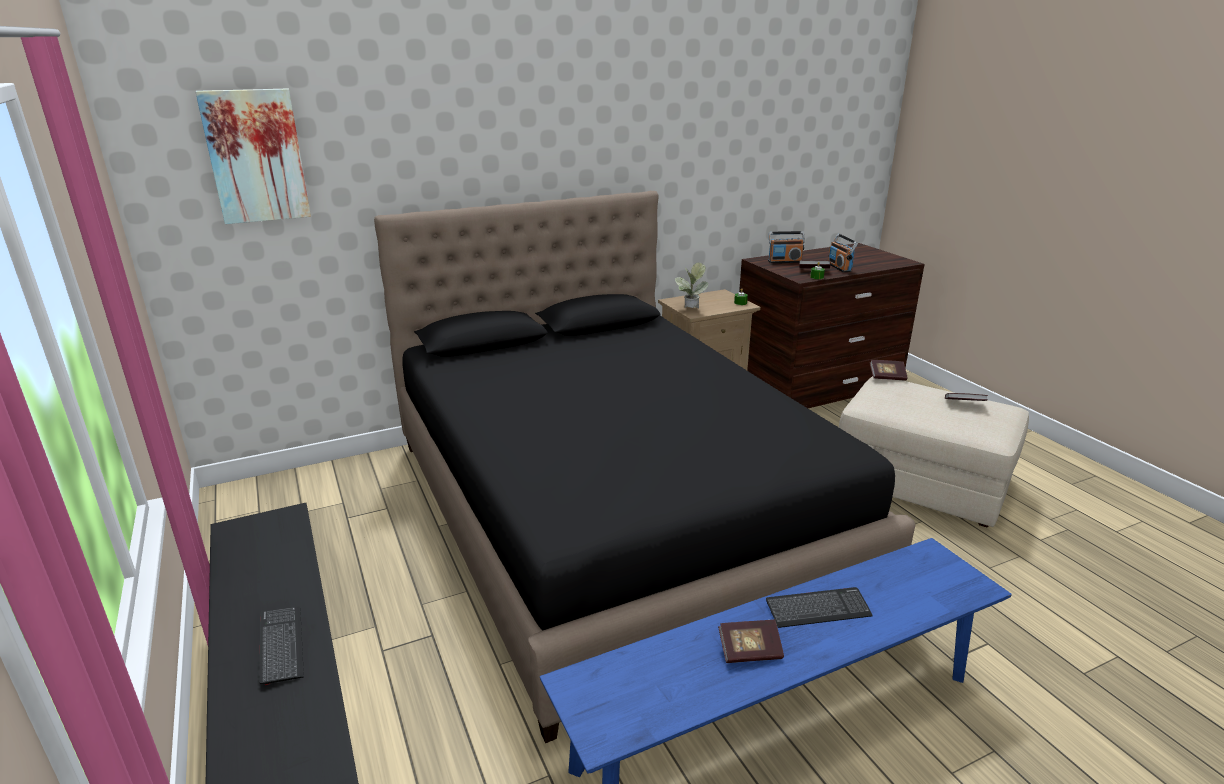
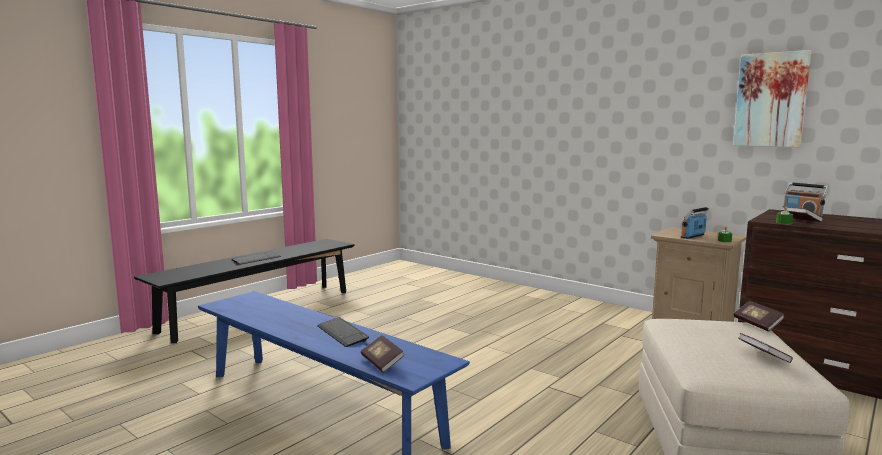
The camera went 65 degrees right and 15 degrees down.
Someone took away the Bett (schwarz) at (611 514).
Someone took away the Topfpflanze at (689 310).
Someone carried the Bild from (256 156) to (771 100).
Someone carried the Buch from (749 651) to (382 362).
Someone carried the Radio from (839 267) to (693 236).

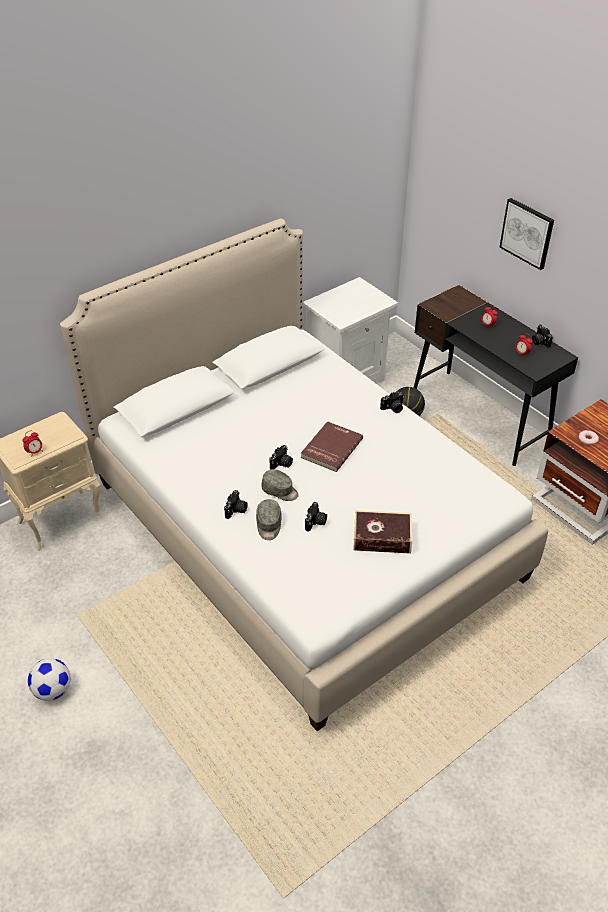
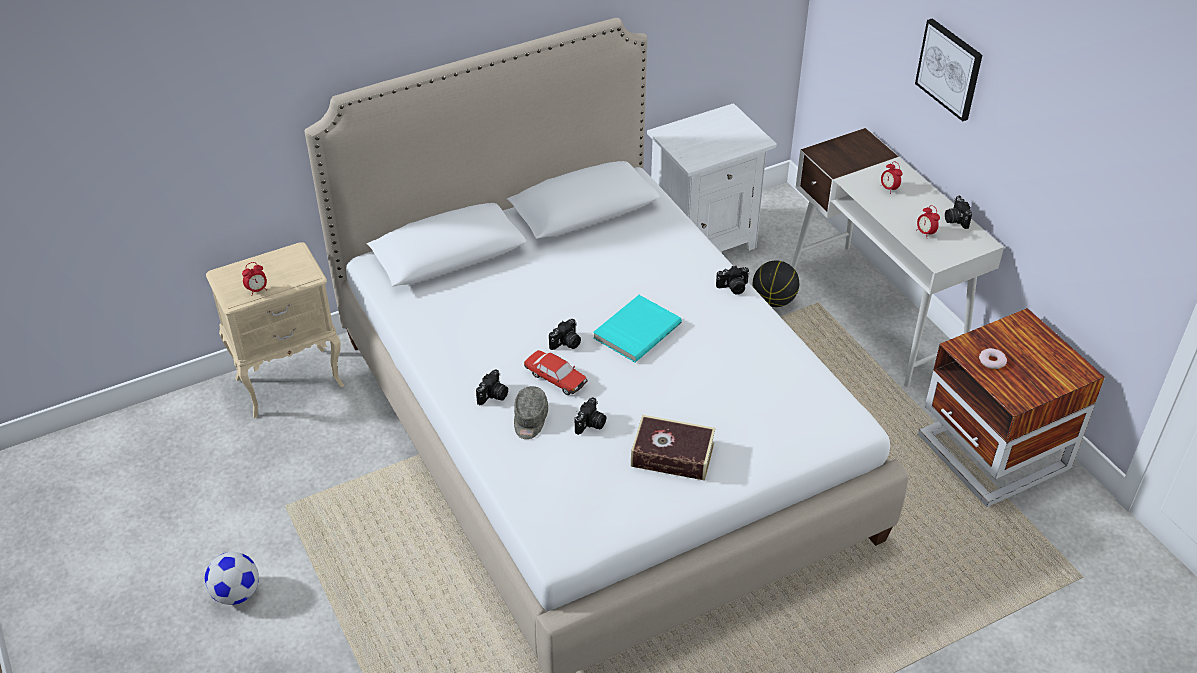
The camera went 10 degrees right and 0 degrees up.
Someone swapped the Kappe (grau) at (280 491) for the Spielzeugauto at (555 378).
Someone repainted the Buch (rot) at (330 448), which became the Buch (türkis) at (636 330).
Someone repainted the Schreibtisch (schwarz) at (480 416), which became the Schreibtisch (weiß) at (876 313).

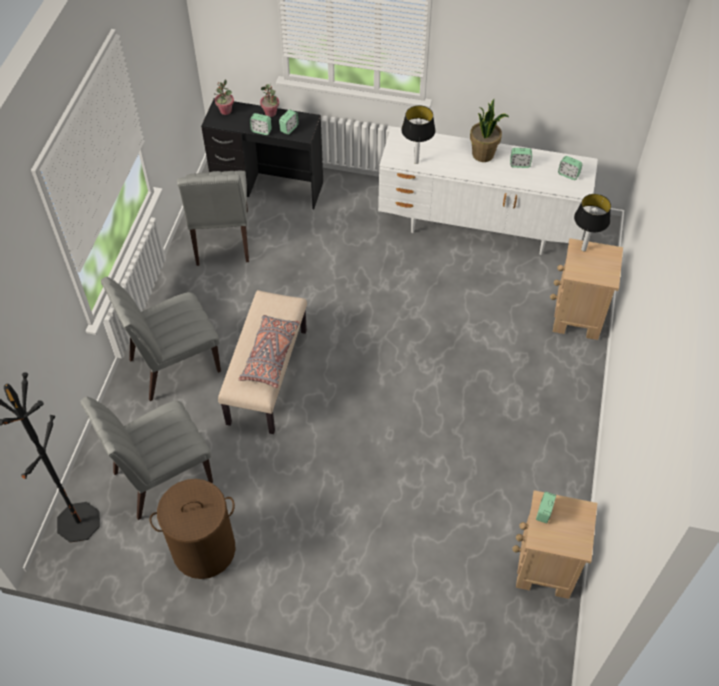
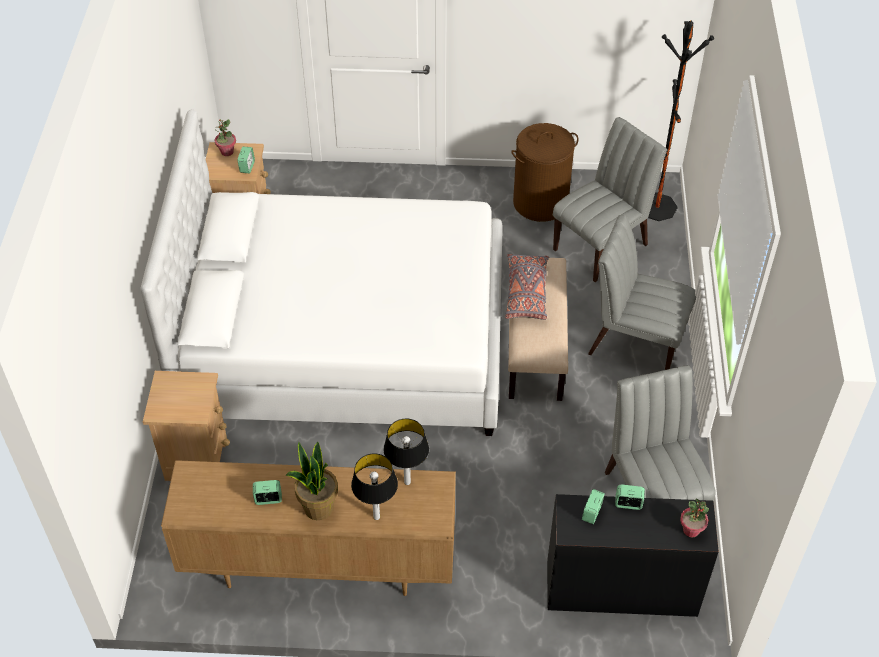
The camera went 170 degrees right and 5 degrees down.
Someone took away the Wecker at (568 174).
Someone put down the Bett (weiß) at (344 339).
Someone carried the Topfpflanze from (270 113) to (227 152).
Someone carried the Tischlampe from (583 249) to (377 516).
Someone repainted the Kommode (weiß) at (479 229), which became the Kommode (braun) at (320 565).
Someone rotated the Stuhl (grau) at (175 364) by 120 degrees counterclockwise.

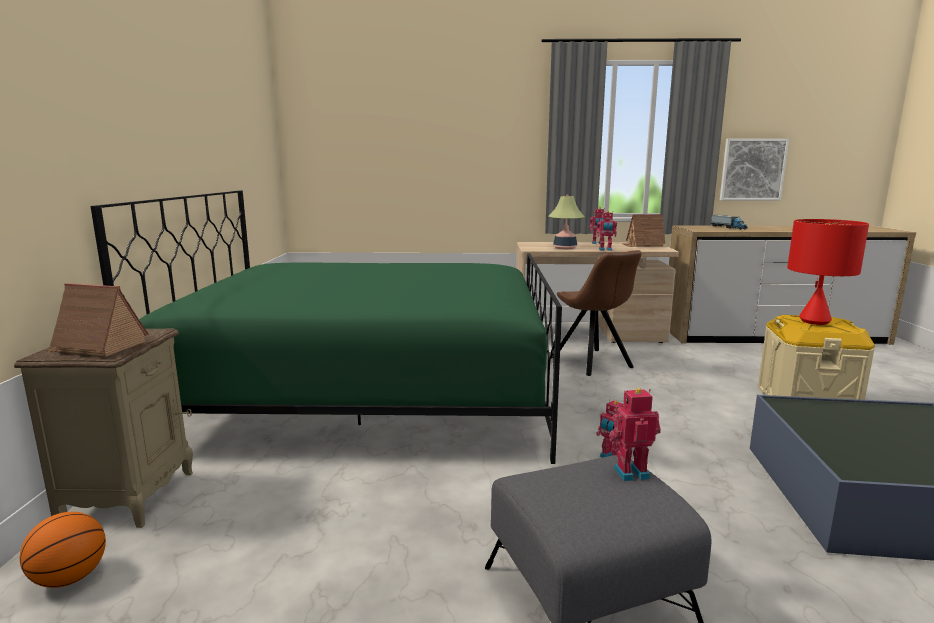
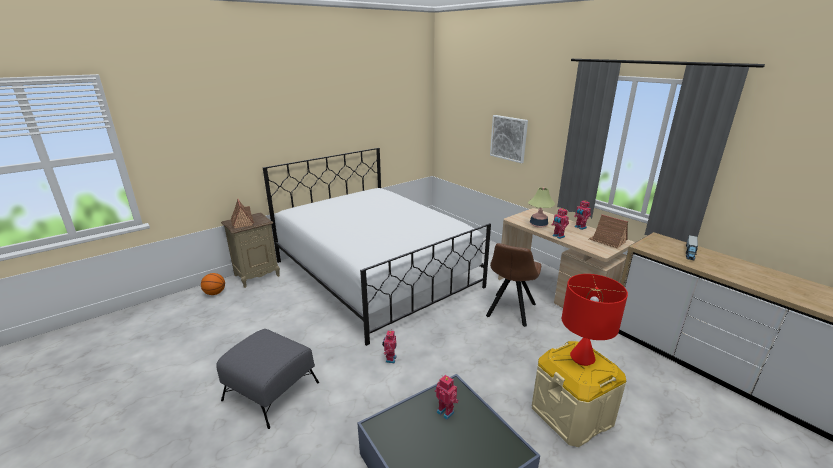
The camera went 50 degrees right and 10 degrees up.
Someone carried the Spielzeugroboter from (630 472) to (446 411).
Someone carried the Bild from (752 169) to (509 138).
Someone repainted the Bett (grün) at (370 396), which became the Bett (weiß) at (375 273).

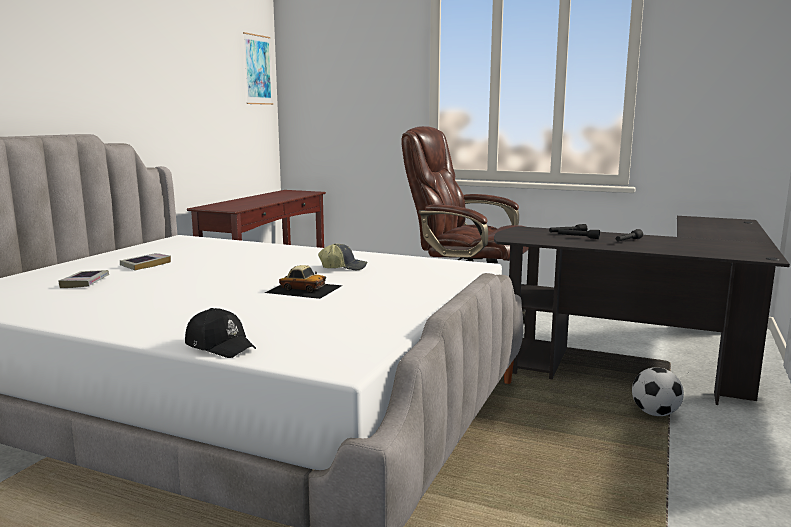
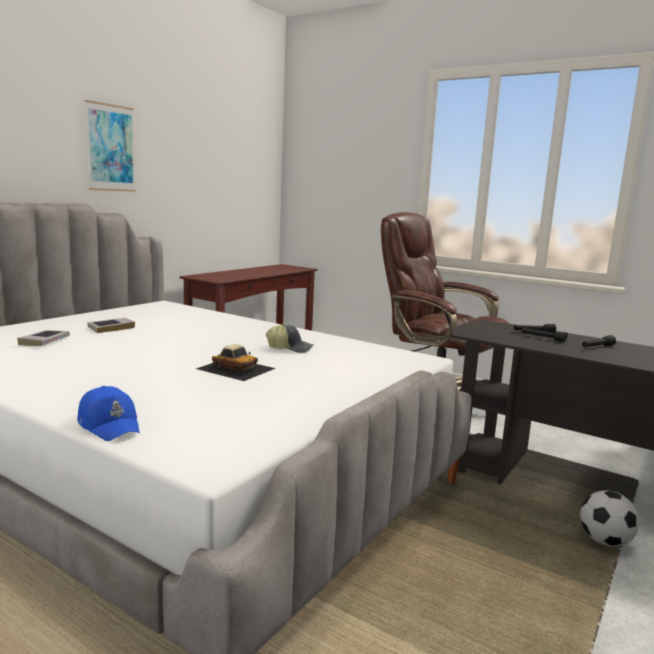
The camera went 10 degrees right and 0 degrees up.
Someone carried the Bild from (258 70) to (111 148).
Someone repainted the Kappe (schwarz) at (220 345), which became the Kappe (blau) at (109 425).

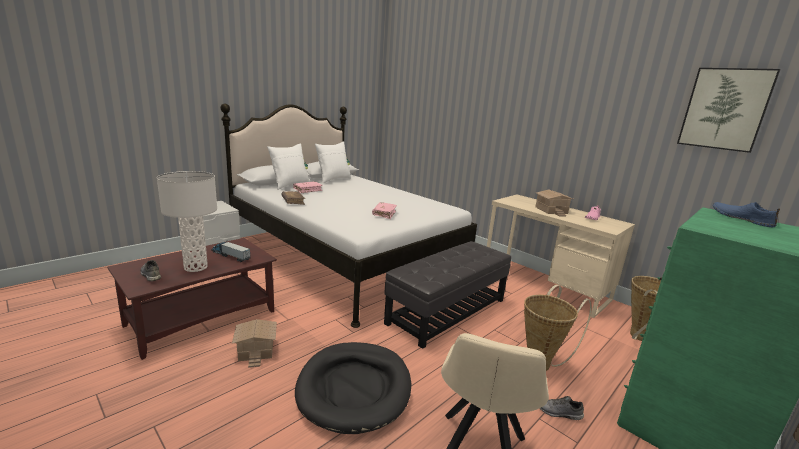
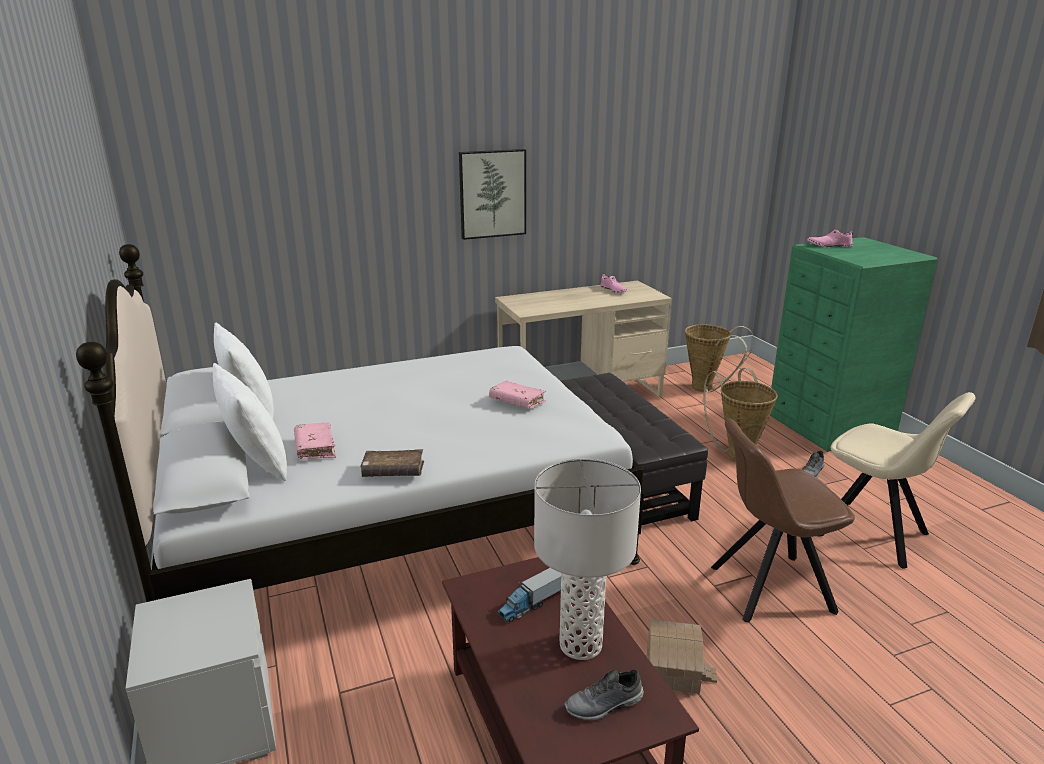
The camera went 65 degrees left and 5 degrees up.
Someone took away the Spielzeughaus at (551 210).
Someone carried the Bild from (725 109) to (492 194).
Someone swapped the Hundebett (schwarz) at (354 388) for the Stuhl (braun) at (770 588).
Someone repainted the Schuh (blau) at (741 218), which became the Schuh (rosa) at (829 245).

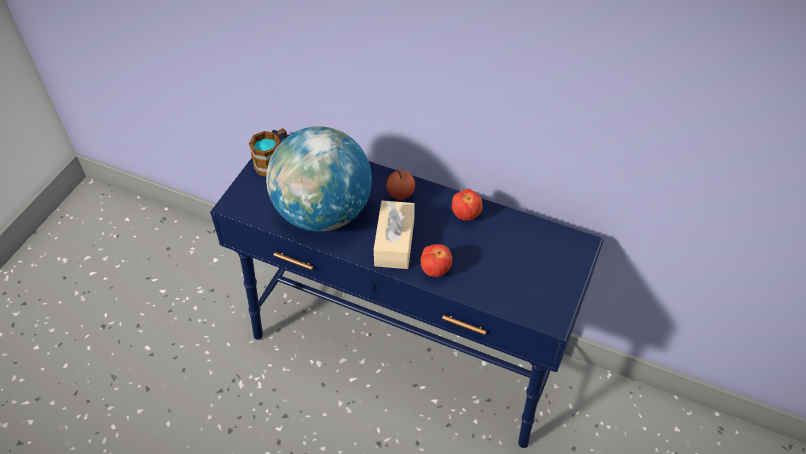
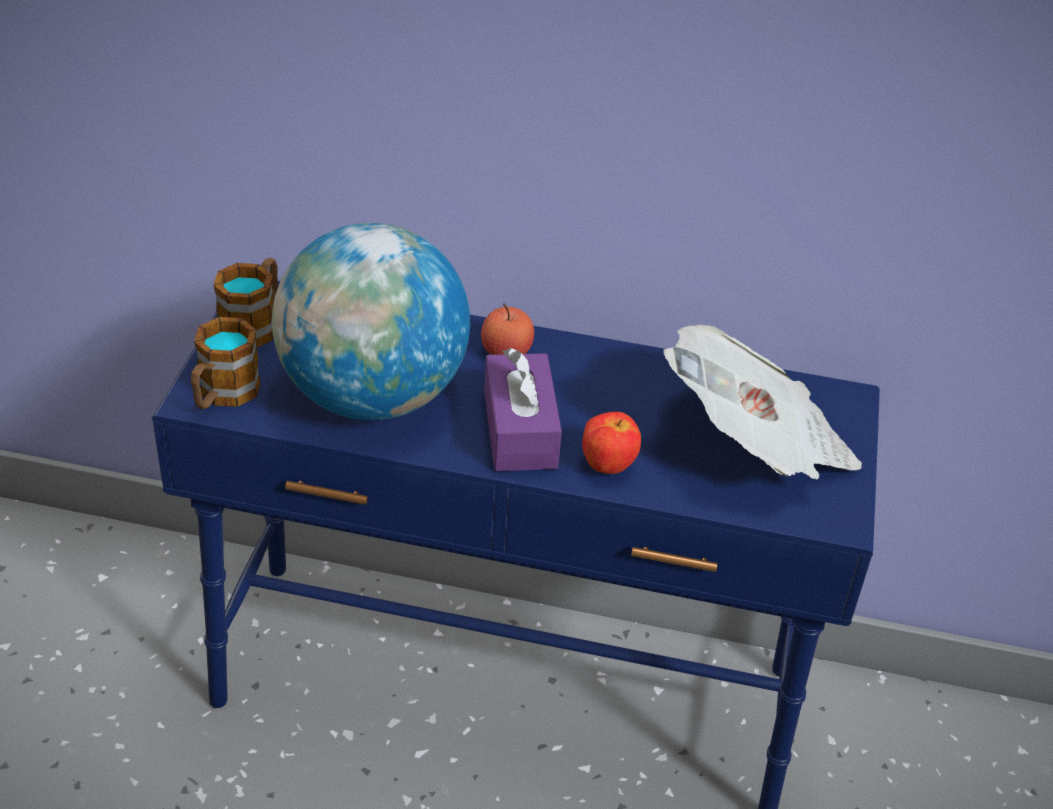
The camera went 15 degrees left and 10 degrees down.
Someone took away the Apfel at (466 215).
Someone put down the Henkelbecher at (223 395).
Someone put down the Zeitung at (756 446).
Someone repainted the Taschentuchbox (beige) at (394 242), which became the Taschentuchbox (lila) at (520 430).

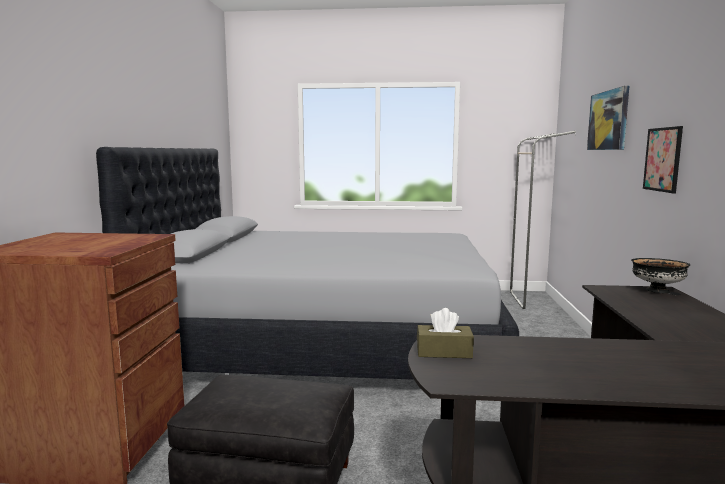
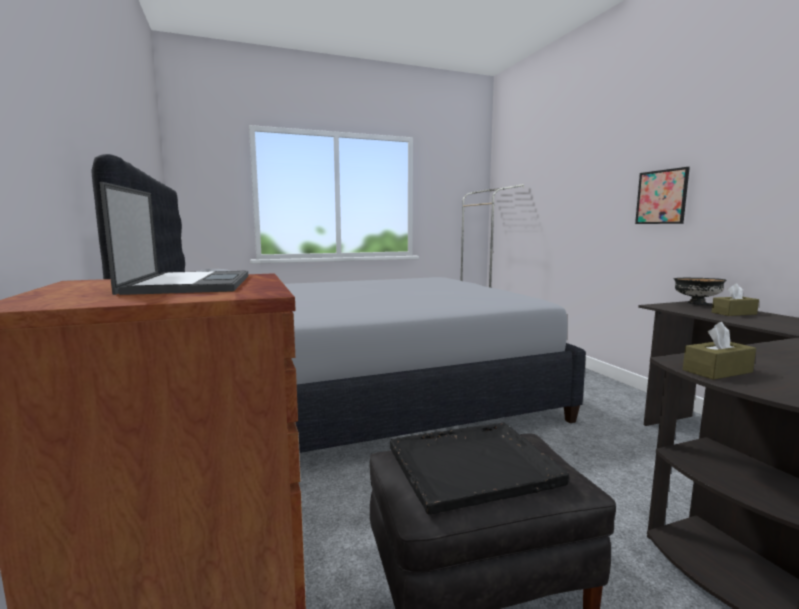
The camera went 25 degrees left and 0 degrees up.
Someone took away the Bild at (608 120).
Someone put down the Laptop at (190 284).
Someone put down the Tablett (schwarz) at (474 465).
Someone put down the Taschentuchbox (braun) at (734 313).

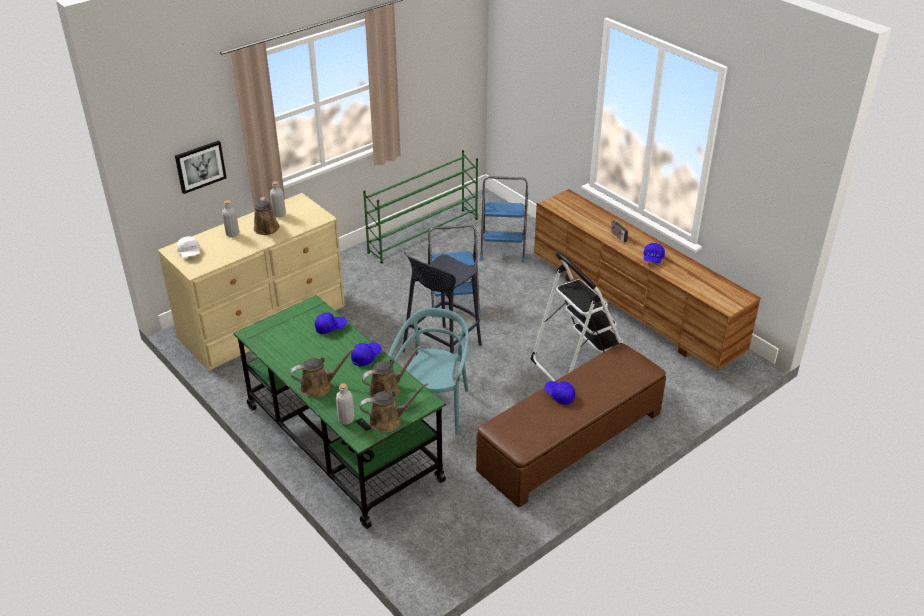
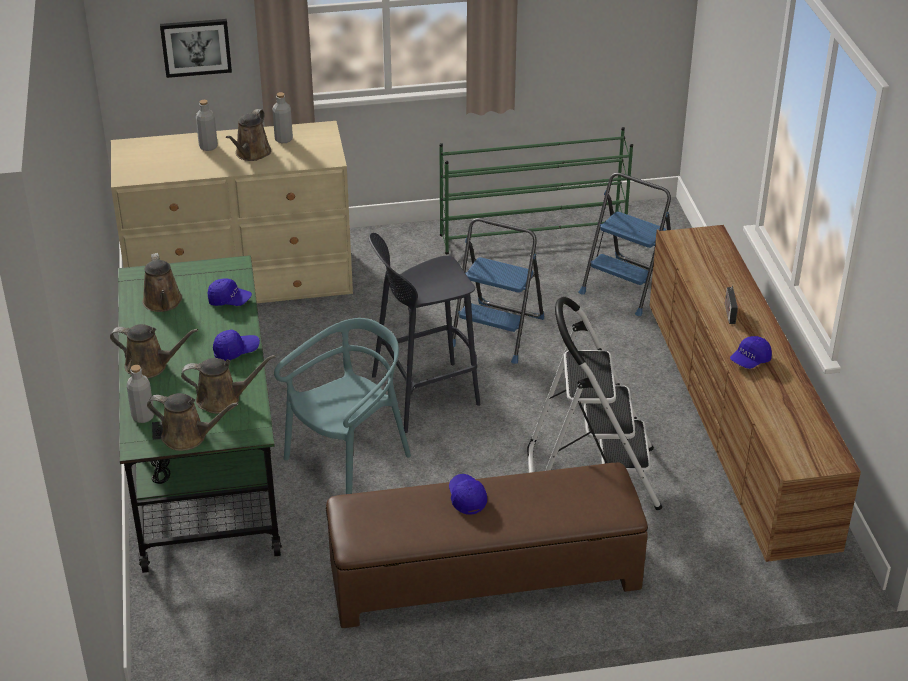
The camera went 30 degrees right and 0 degrees up.
Someone took away the Kappe (weiß) at (189 252).
Someone put down the Gießkanne (braun) at (163 303).

